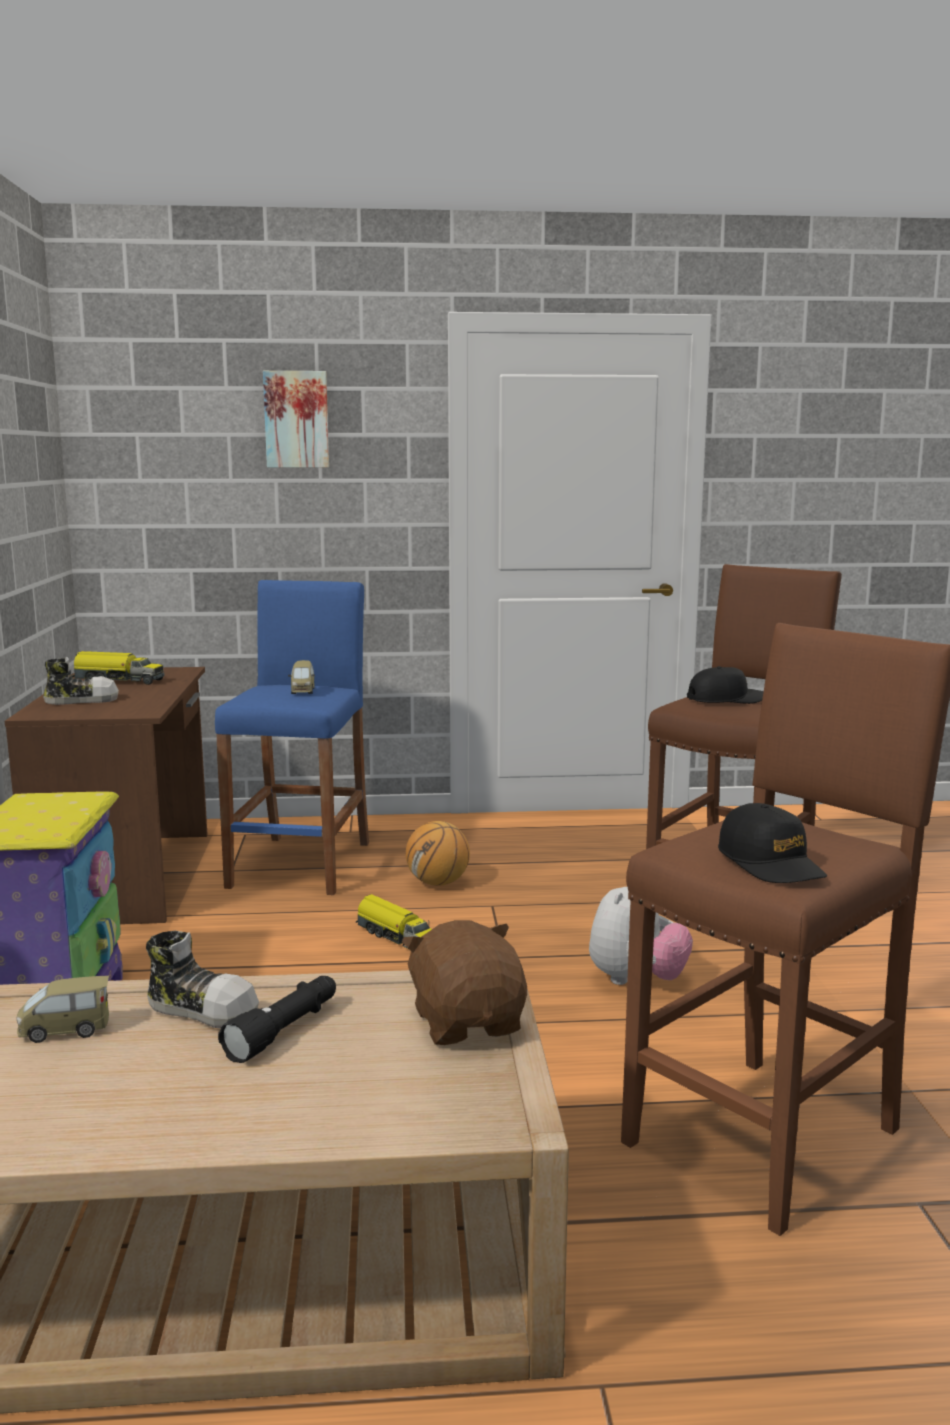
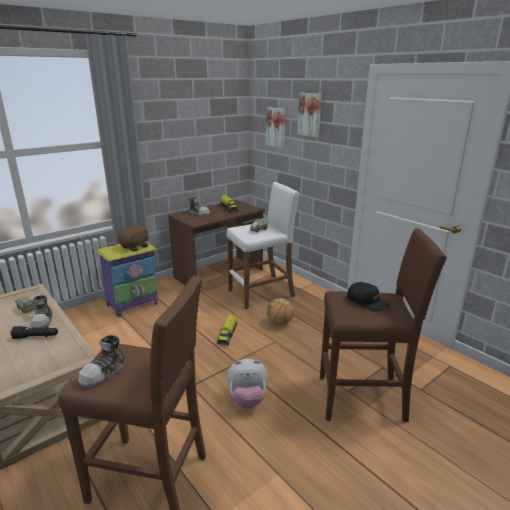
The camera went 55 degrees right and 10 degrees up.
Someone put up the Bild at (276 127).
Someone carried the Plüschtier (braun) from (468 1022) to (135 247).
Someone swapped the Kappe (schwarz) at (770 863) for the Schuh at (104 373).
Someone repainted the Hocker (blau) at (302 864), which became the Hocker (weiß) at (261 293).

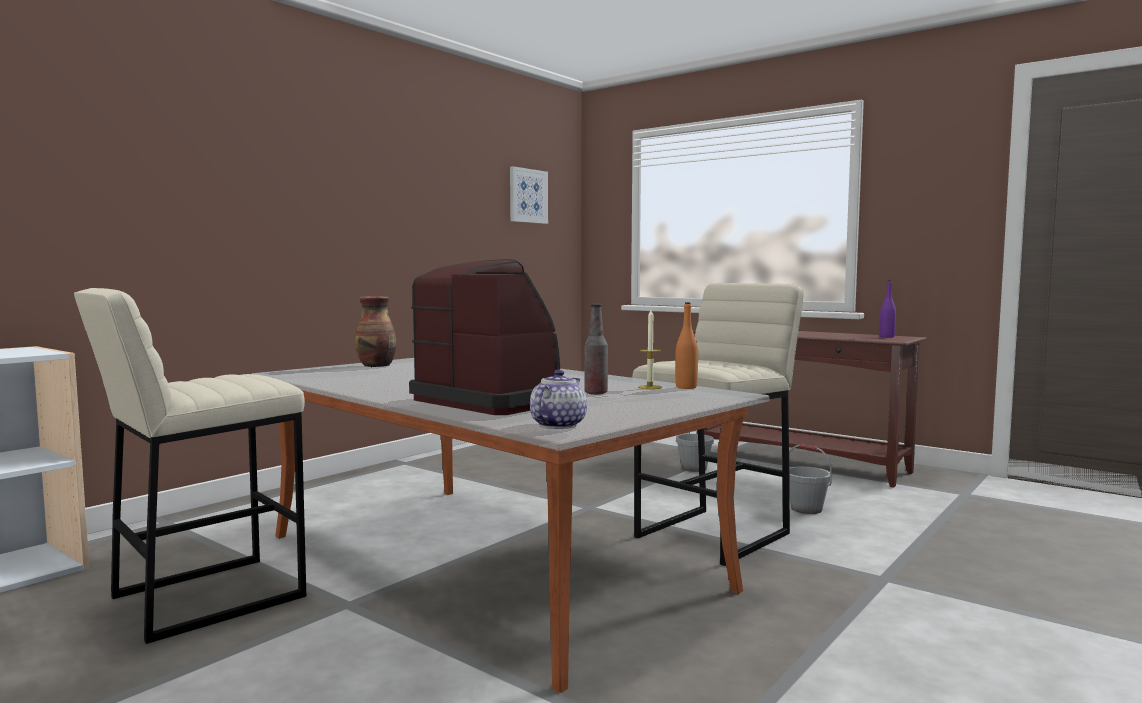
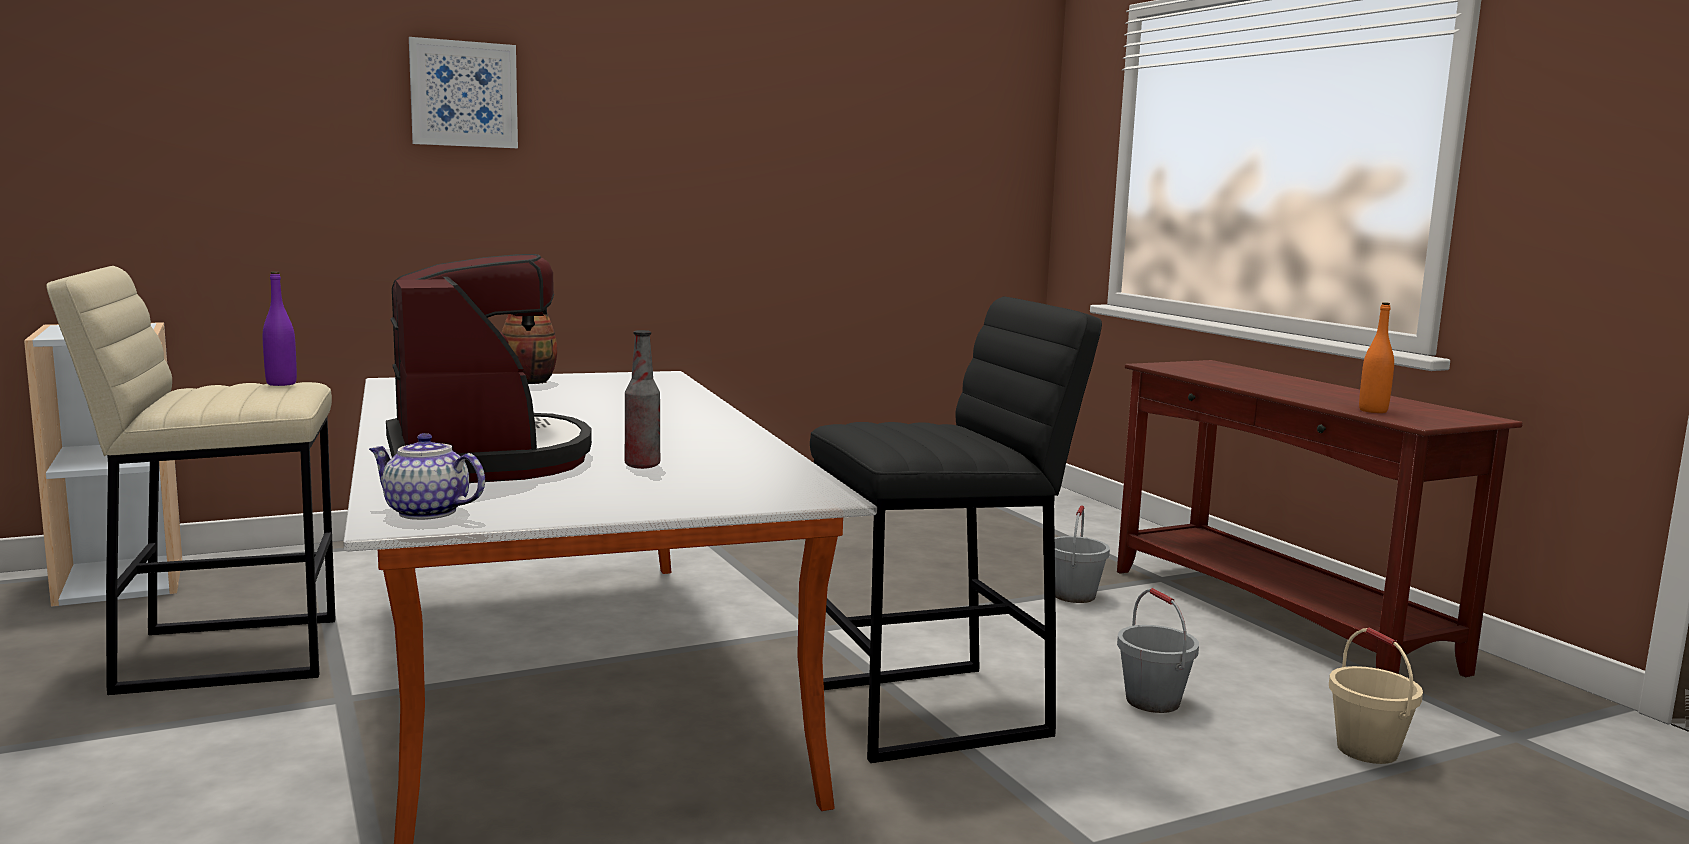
The camera went 25 degrees right and 5 degrees up.
Someone took away the Kerze at (650 387).
Someone put down the Eimer (beige) at (1368 750).
Someone carried the Bild from (528 196) to (463 94).
Someone carried the Flasche (orange) from (686 387) to (1373 411).
Someone carried the Flasche (lila) from (886 337) to (281 383).
Someone repainted the Hocker (beige) at (714 534), which became the Hocker (schwarz) at (934 710).
Someone rotated the Teekanne at (557 425) by 120 degrees counterclockwise.

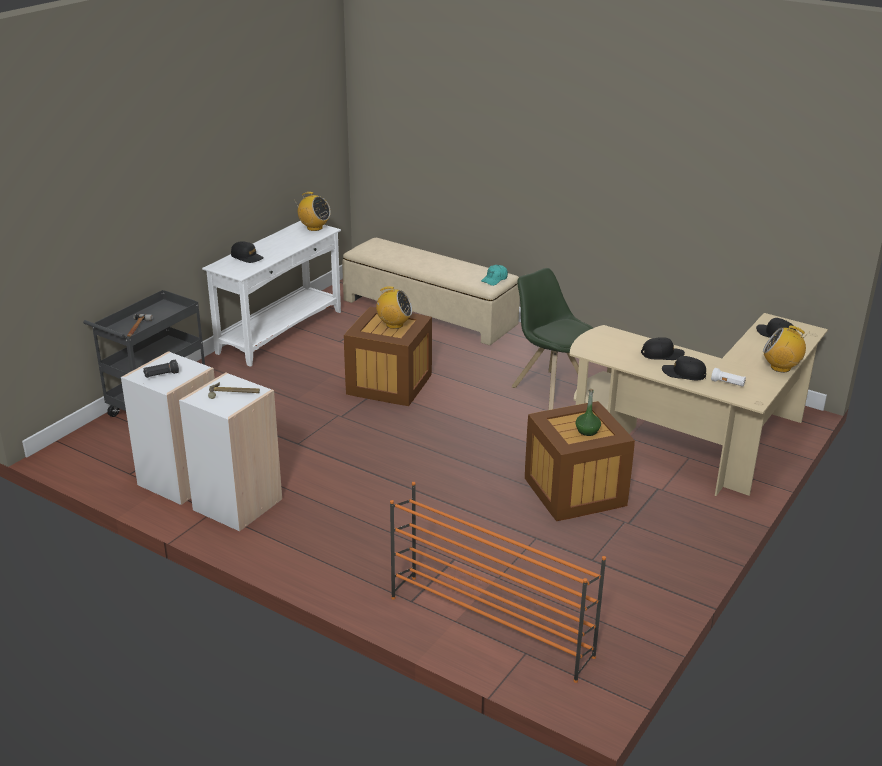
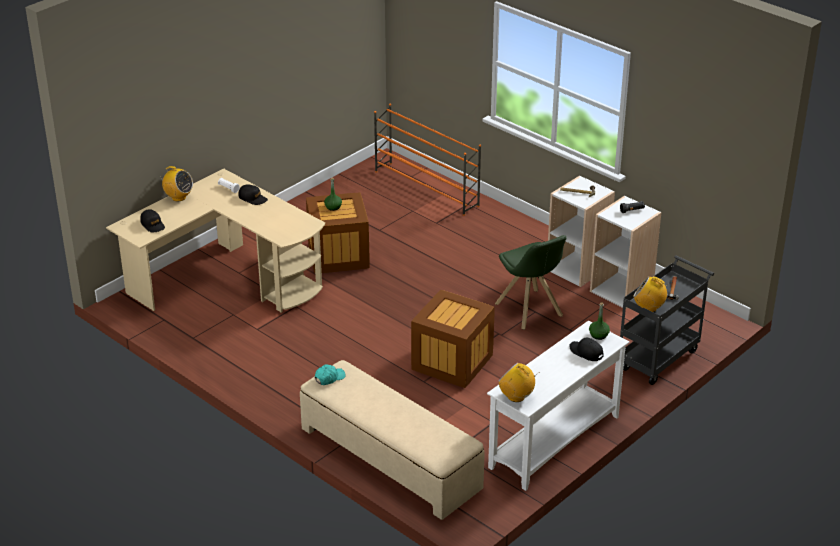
The camera went 170 degrees left and 5 degrees up.
Someone took away the Kappe (schwarz) at (662 354).
Someone put down the Flasche (grün) at (598 335).
Someone carried the Radio from (394 325) to (649 308).
Someone carried the Stuhl (grün) from (550 390) to (529 310).

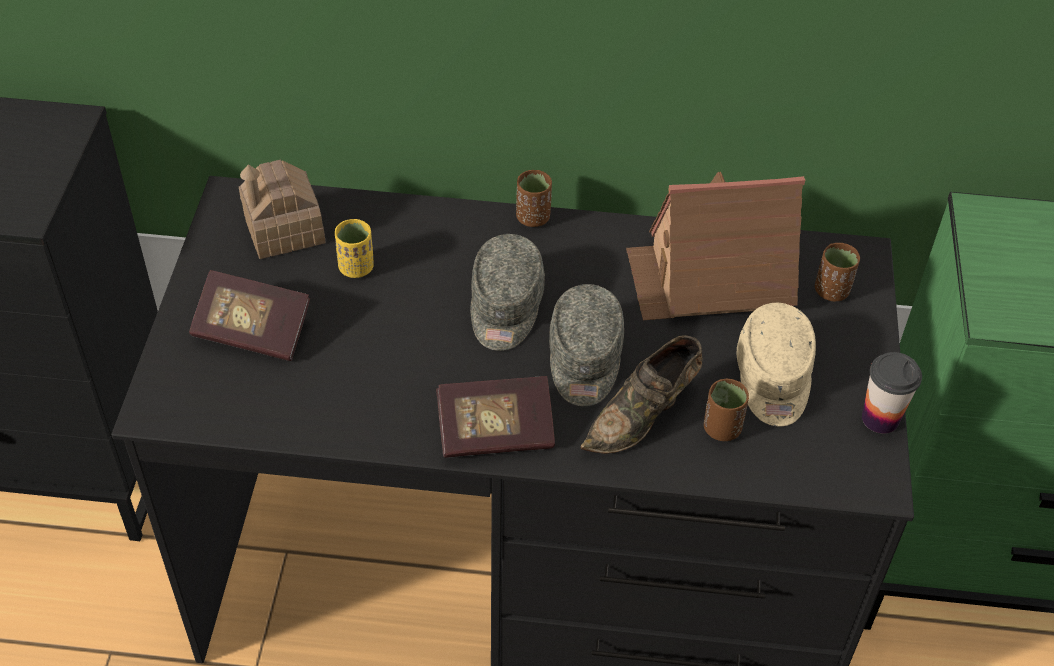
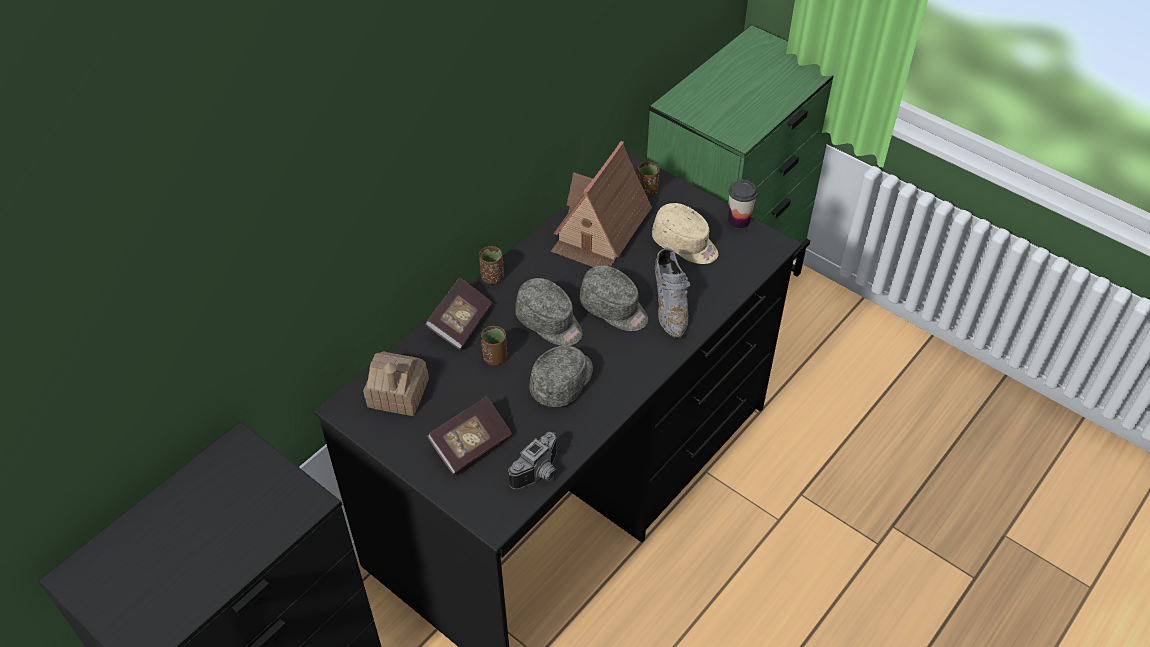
The camera went 55 degrees left and 0 degrees up.
Someone took away the Tasse (gelb) at (356 267).
Someone put down the Kamera at (540 474).
Someone put down the Kappe (grau) at (563 382).
Someone carried the Buch from (495 432) to (460 323).
Someone carried the Tasse (braun) from (721 428) to (495 357).
Someone repainted the Schuh (braun) at (644 416), which became the Schuh (grau) at (670 305).

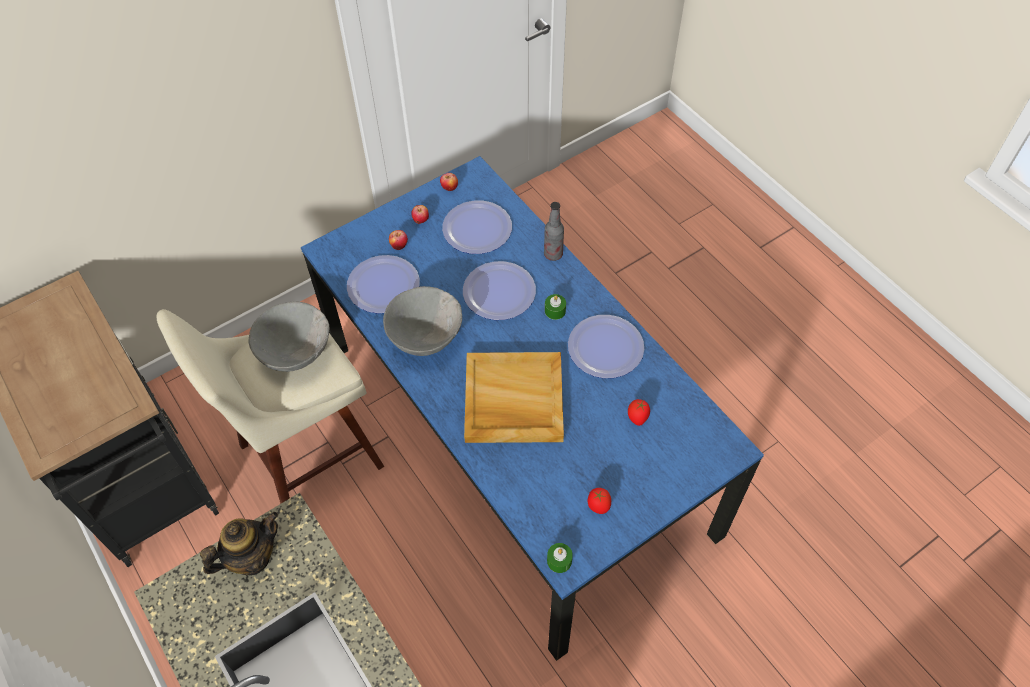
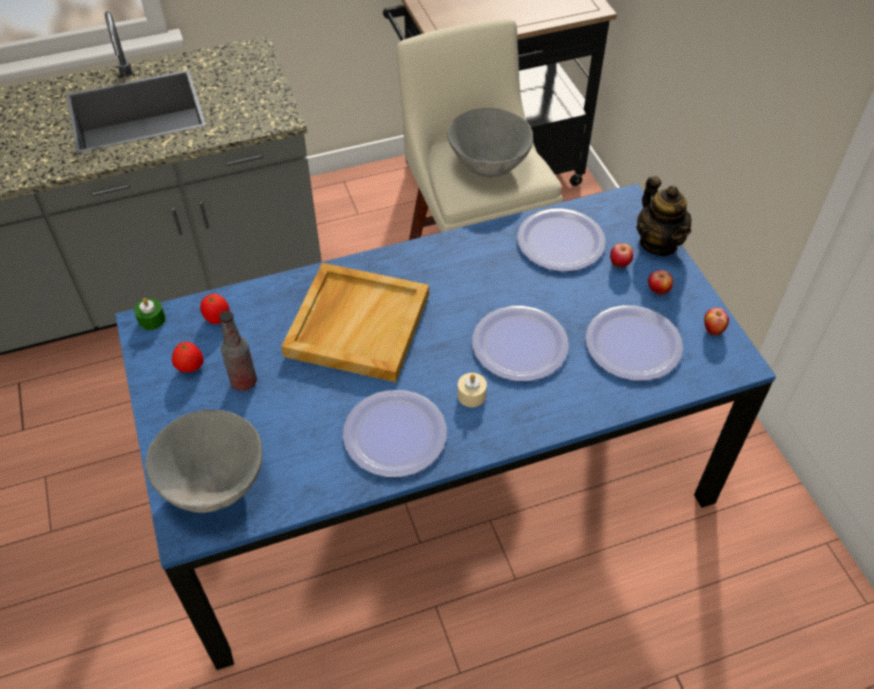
The camera went 105 degrees right and 5 degrees down.
Someone carried the Teekanne from (251 557) to (658 243).
Someone carried the Schüssel (grau) from (426 340) to (214 485).
Someone carried the Flasche from (553 254) to (244 381).
Someone carried the Tomate from (637 418) to (217 319).
Someone repainted the Kerze (grün) at (555 311), which became the Kerze (beige) at (471 395).

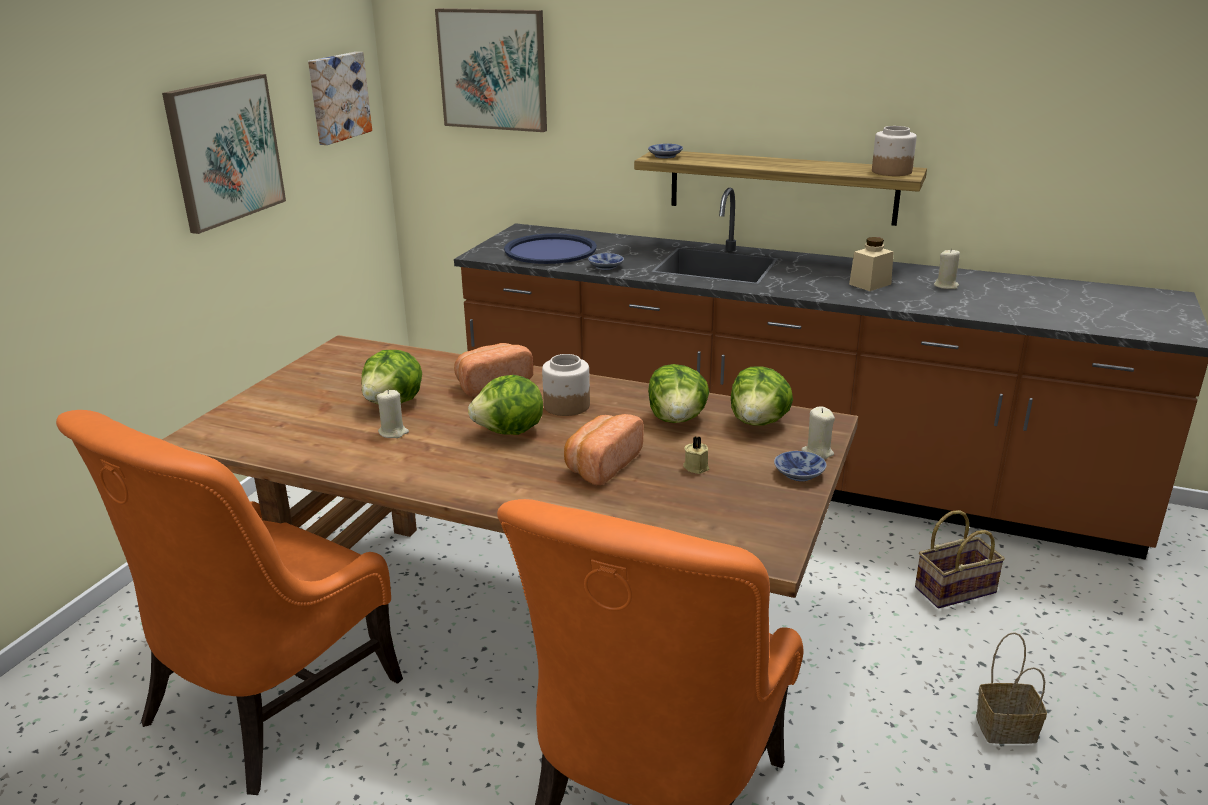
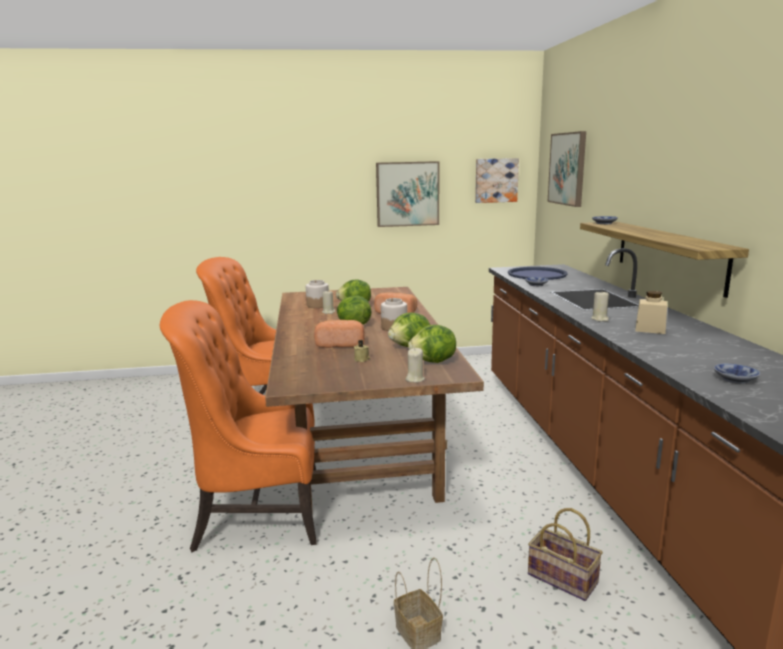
The camera went 60 degrees right and 10 degrees down.
Someone carried the Schüssel from (801 473) to (737 380).
Someone carried the Vorratsglas from (891 171) to (318 305).
Someone carried the Kerze (beige) from (946 286) to (599 319).

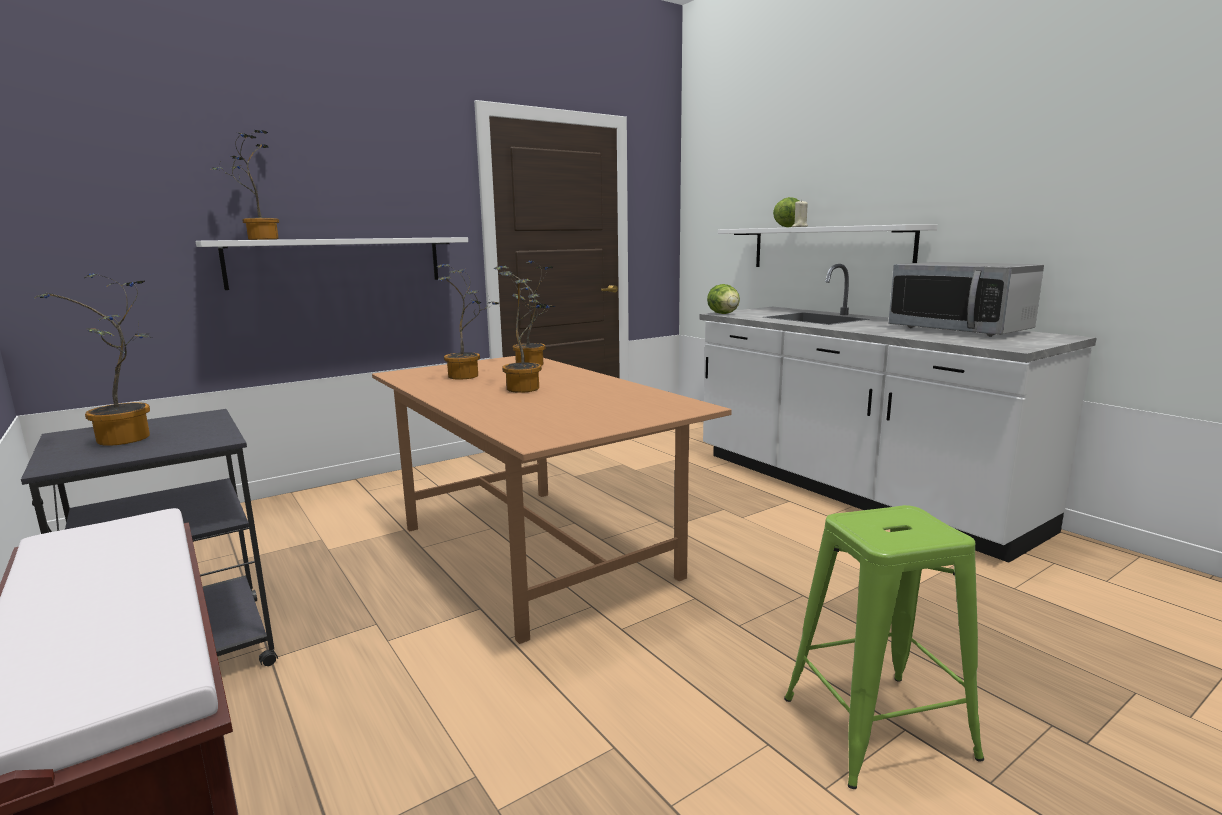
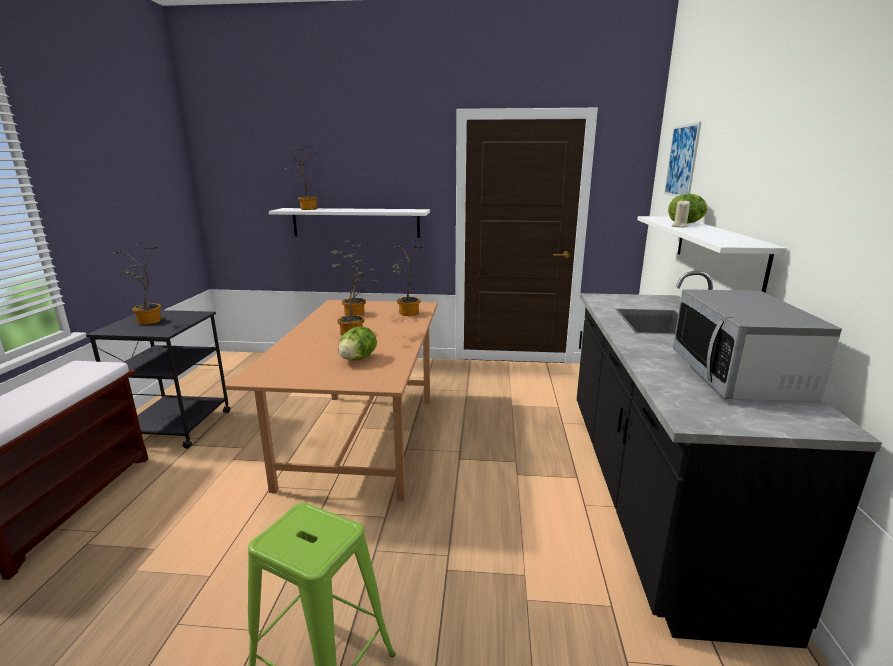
The camera went 40 degrees right and 5 degrees up.
Someone put up the Bild at (682 161).
Someone carried the Salatkopf from (723 314) to (357 359).
Someone repainted the Küchenzeile (weiß) at (852 490), which became the Küchenzeile (schwarz) at (651 493).

